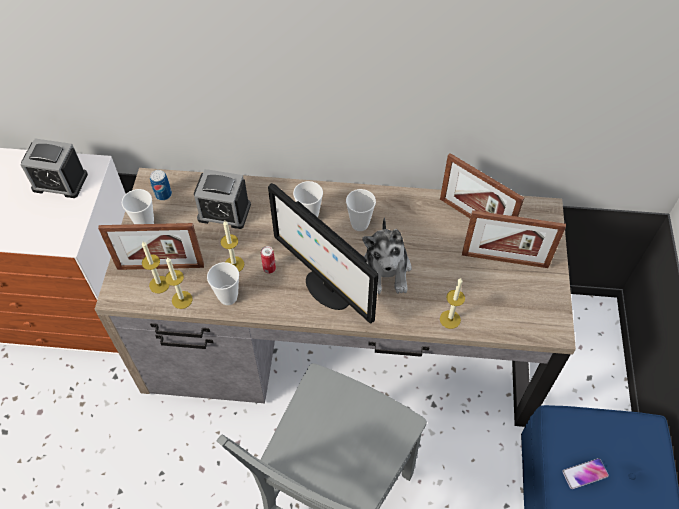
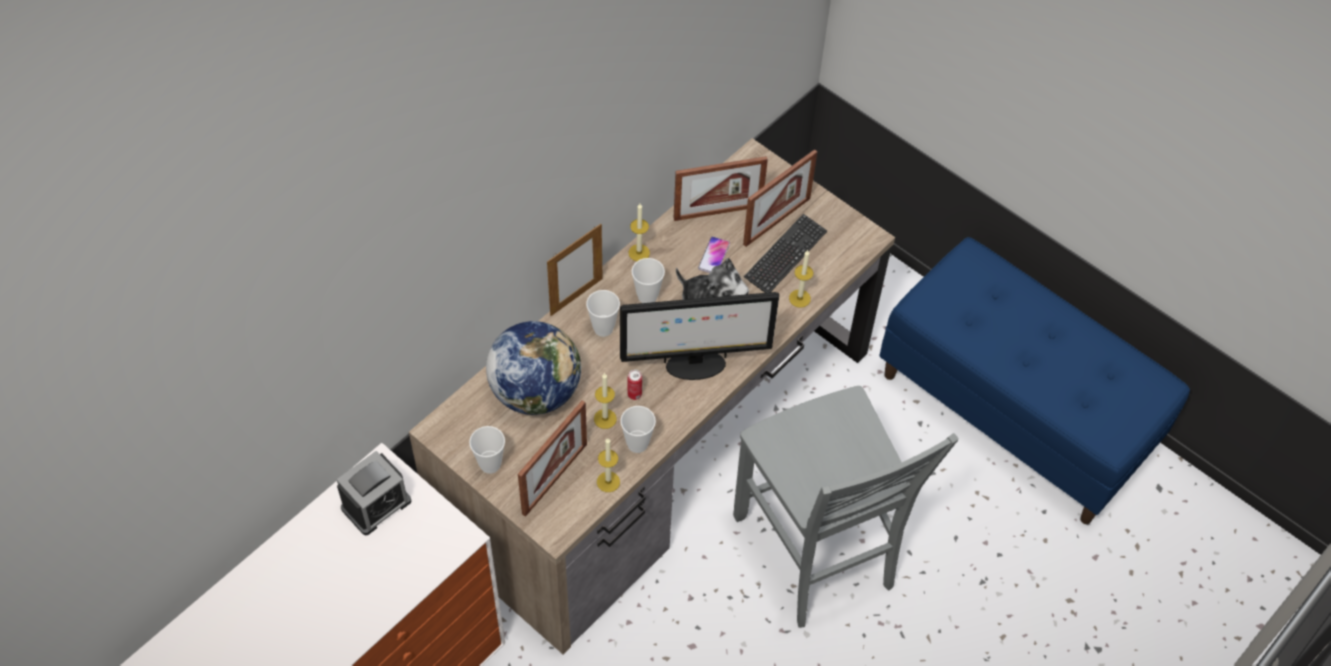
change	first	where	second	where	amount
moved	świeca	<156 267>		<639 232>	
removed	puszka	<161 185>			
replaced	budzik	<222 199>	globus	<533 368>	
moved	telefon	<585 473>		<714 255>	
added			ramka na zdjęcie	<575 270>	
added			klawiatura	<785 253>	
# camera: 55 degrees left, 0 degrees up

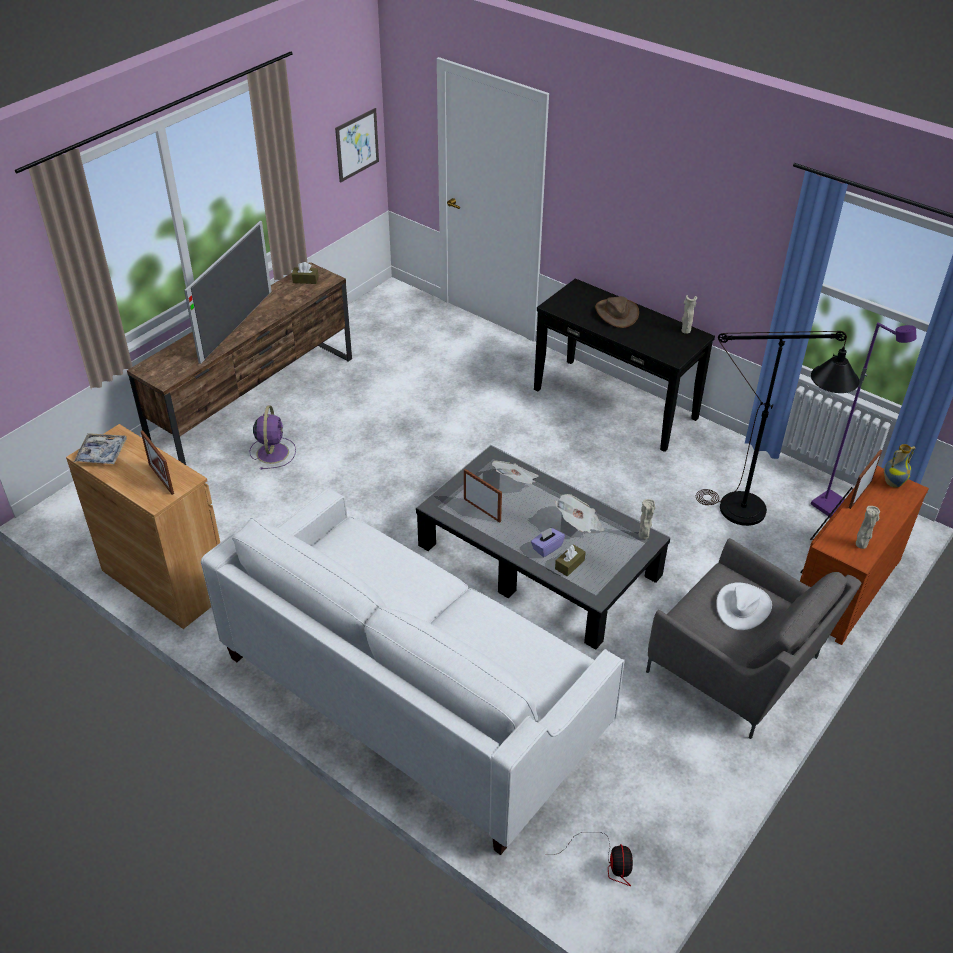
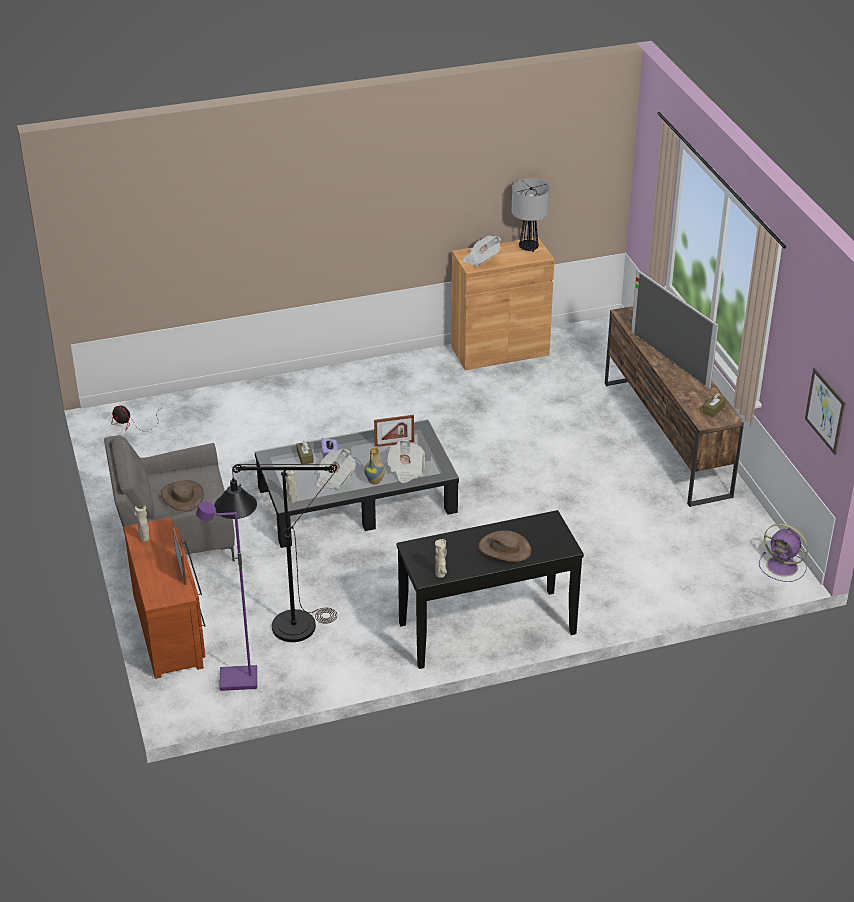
change	first	where	second	where	amount
replaced	taca	<100 448>	lampa stołowa	<531 215>	
replaced	ramka na zdjęcie	<157 462>	gazeta	<482 251>	
removed	kanapa/biały	<413 671>			
moved	wentylator/fioletowy	<272 438>		<783 553>	
recoloured	kapelusz/biały	<744 606>	kapelusz/brązowy	<182 495>	
moved	wazon	<900 465>		<374 465>	
# camera: 125 degrees right, 5 degrees down

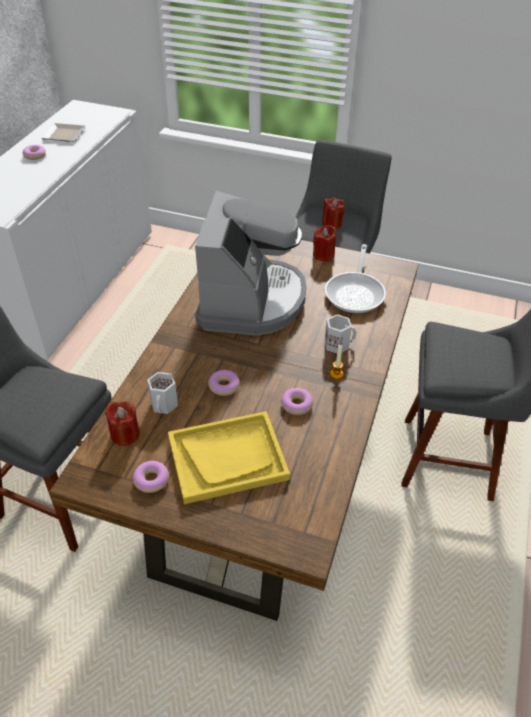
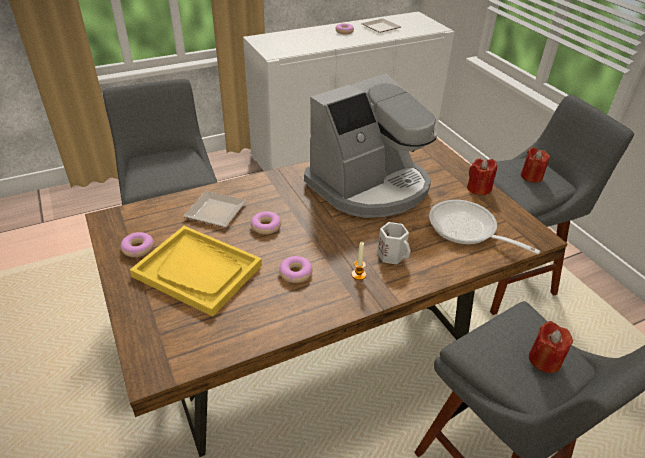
change	first	where	second	where	amount
moved	świeca/czerwony	<122 423>		<551 347>	
replaced	kubek/biały	<162 393>	talerz	<215 209>	
turned	patelnia	<355 278>		<484 227>	75 degrees clockwise
# camera: 45 degrees right, 5 degrees down

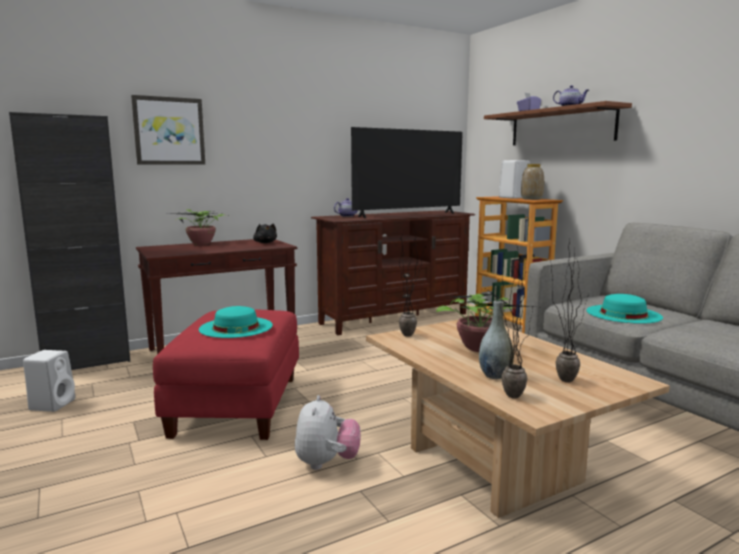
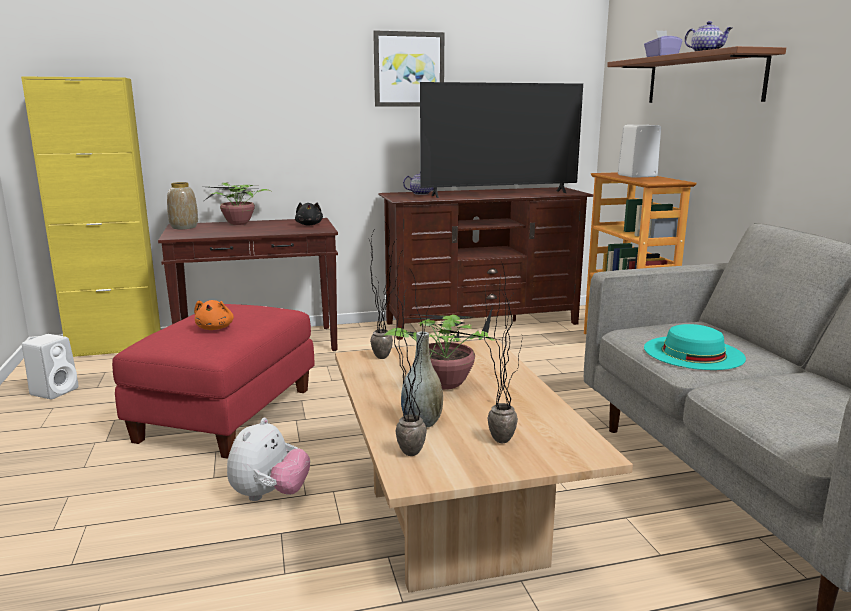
change	first	where	second	where	amount
recoloured	szafka/czarny	<69 241>	szafka/żółty	<91 216>	
moved	obraz	<168 130>		<408 68>	
replaced	kapelusz/turkusowy	<236 322>	pluszak/pomarańczowy	<214 315>	
moved	wazon	<532 182>		<182 205>	
# camera: 15 degrees right, 5 degrees up

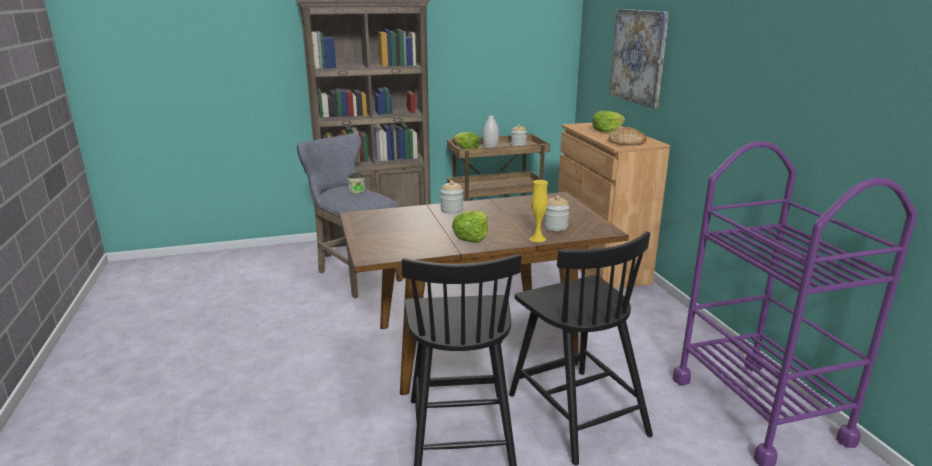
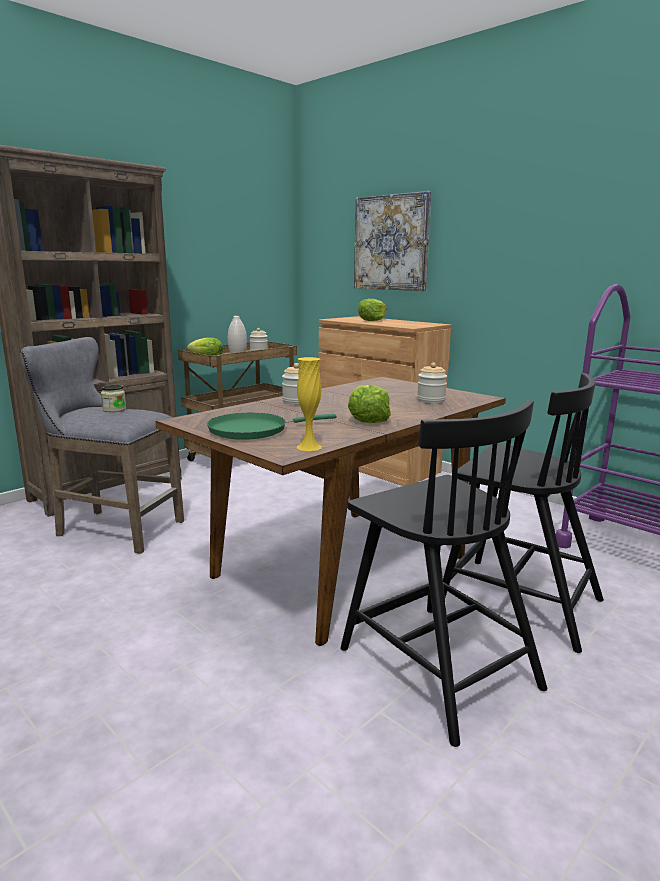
change	first	where	second	where	amount
moved	wazon/żółty	<538 211>		<309 404>	
removed	chleb	<627 136>			
added			patelnia/zielony	<272 426>	
# camera: 30 degrees left, 5 degrees down

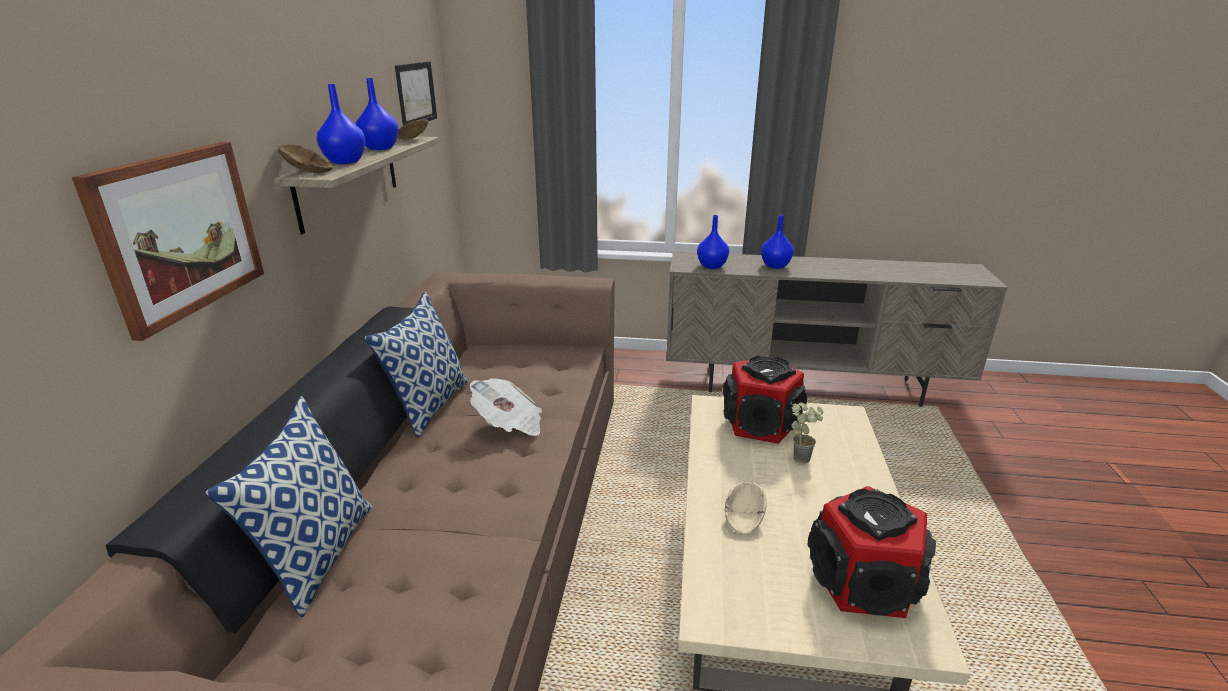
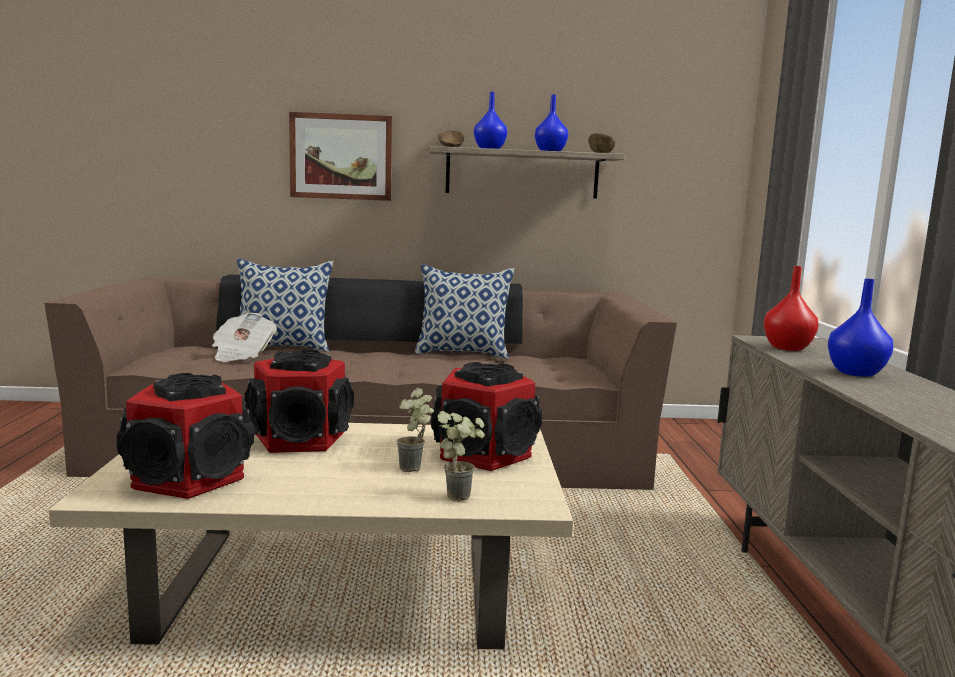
change	first	where	second	where	amount
removed	obraz	<416 93>			
moved	gazeta	<506 407>		<244 337>	
recoloured	wazon/niebieski	<713 242>	wazon/czerwony	<791 308>	
replaced	miska/beżowy	<745 508>	głośnik	<299 401>	
added			roślina doniczkowa	<461 456>	
# camera: 80 degrees right, 15 degrees down

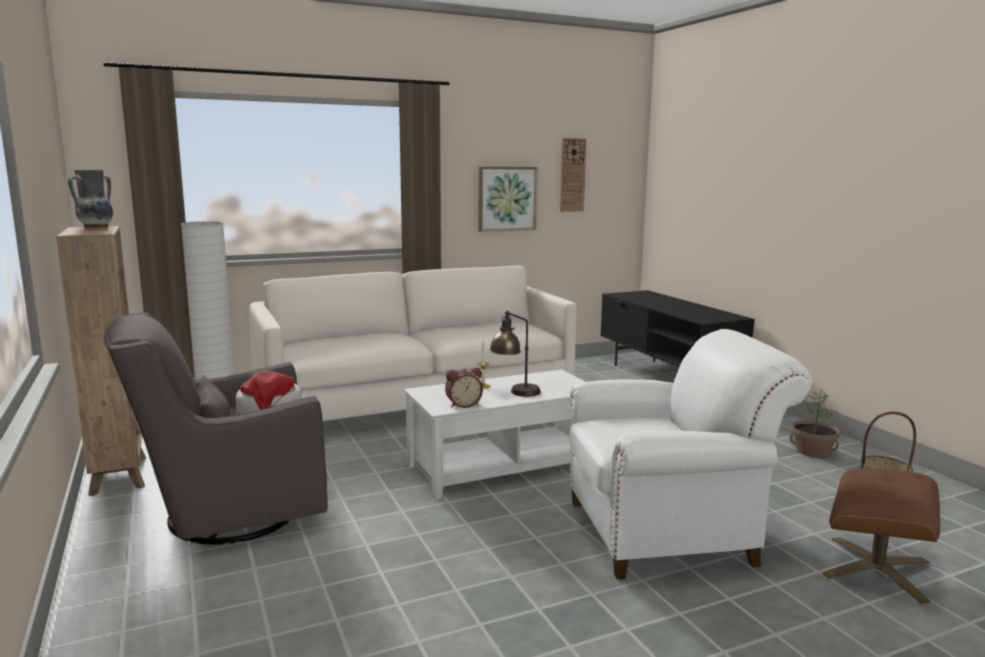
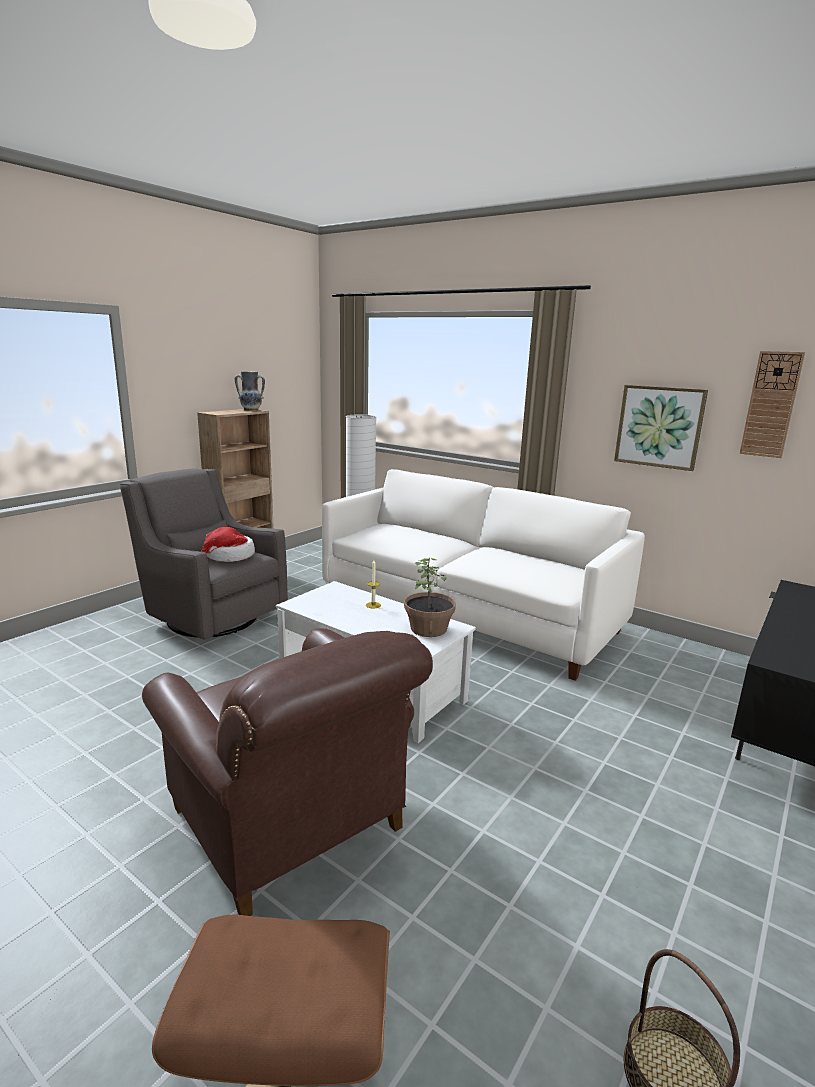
change	first	where	second	where	amount
removed	budzik	<464 387>			
removed	lampa stołowa	<515 354>			
recoloured	fotel/biały	<690 454>	fotel/brązowy	<287 772>	
moved	roślina doniczkowa	<815 424>		<430 597>	
# camera: 60 degrees right, 5 degrees up

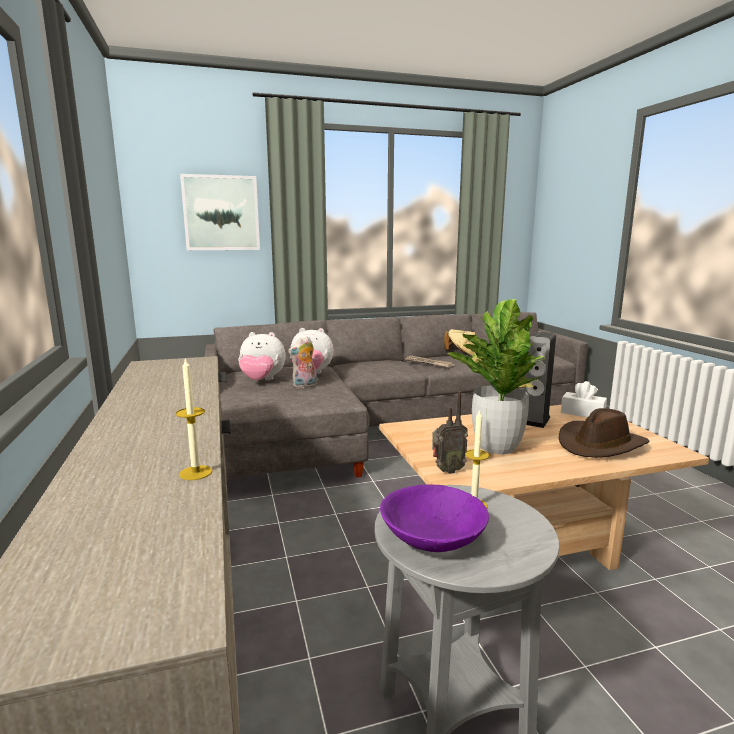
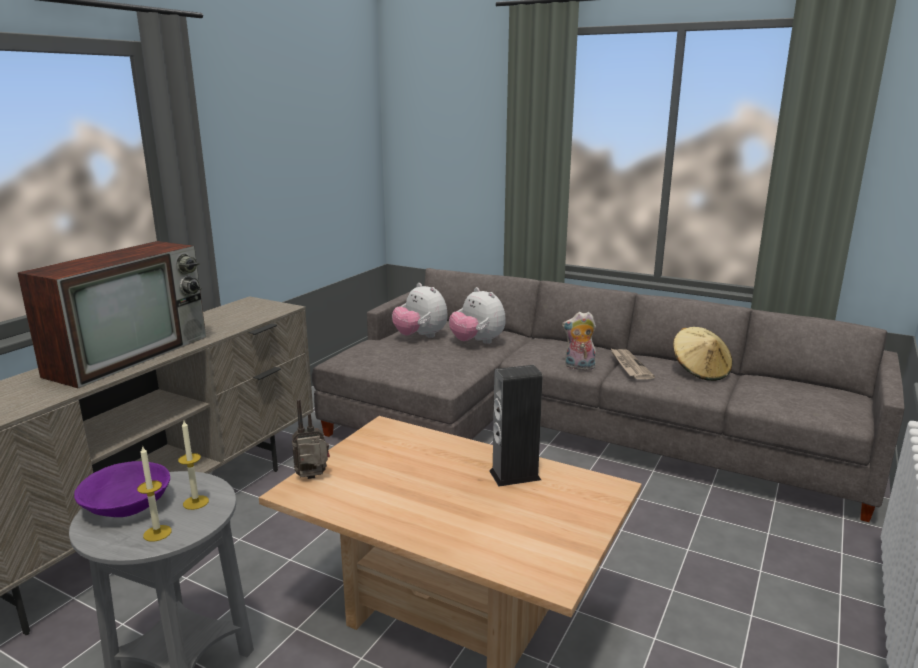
change	first	where	second	where	amount
moved	świeca	<194 418>		<154 493>	
removed	obraz	<220 212>			
moved	pluszak	<302 362>		<579 341>	
turned	radio	<450 432>		<311 439>	135 degrees clockwise
removed	roślina doniczkowa	<496 376>			
removed	kapelusz/brązowy	<604 433>			
removed	pudełko chusteczek/biały	<584 399>			
added			telewizor	<111 315>	
# camera: 45 degrees right, 5 degrees up

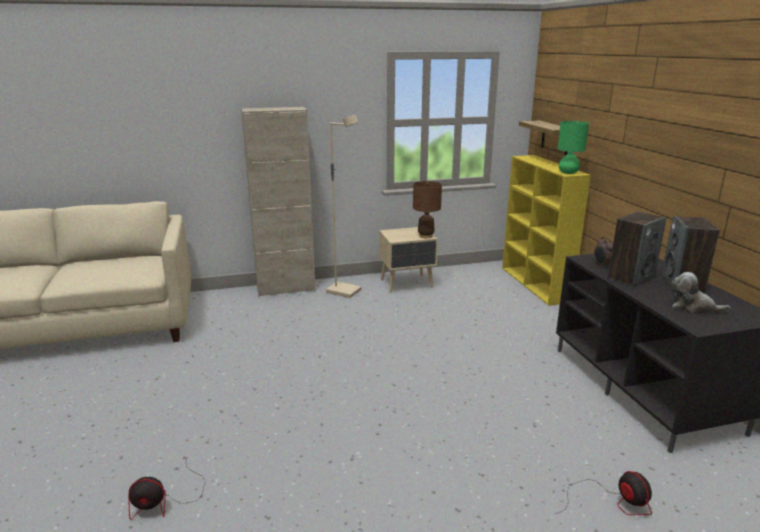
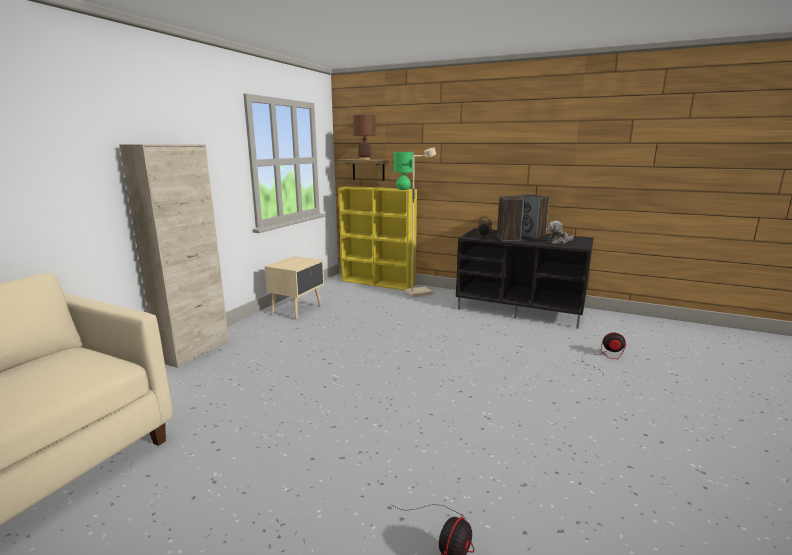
change	first	where	second	where	amount
moved	lampa stojąca/beżowy	<343 206>		<420 222>	
moved	lampa stołowa/brązowy	<427 209>		<364 136>	
# camera: 50 degrees left, 5 degrees down

